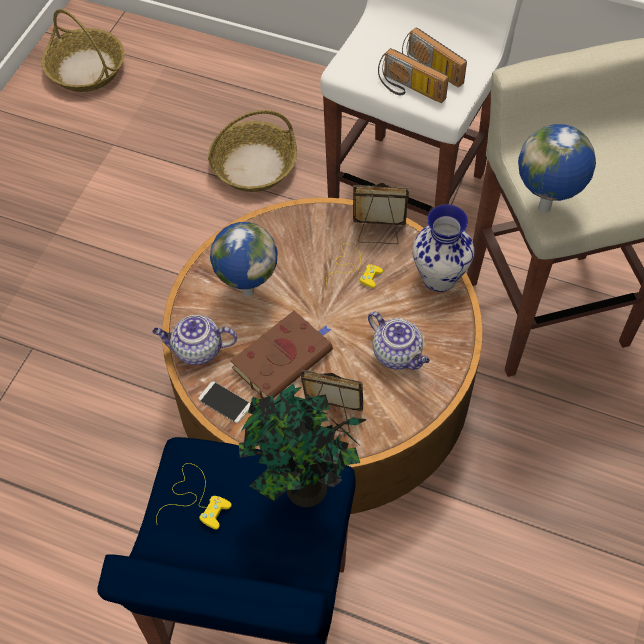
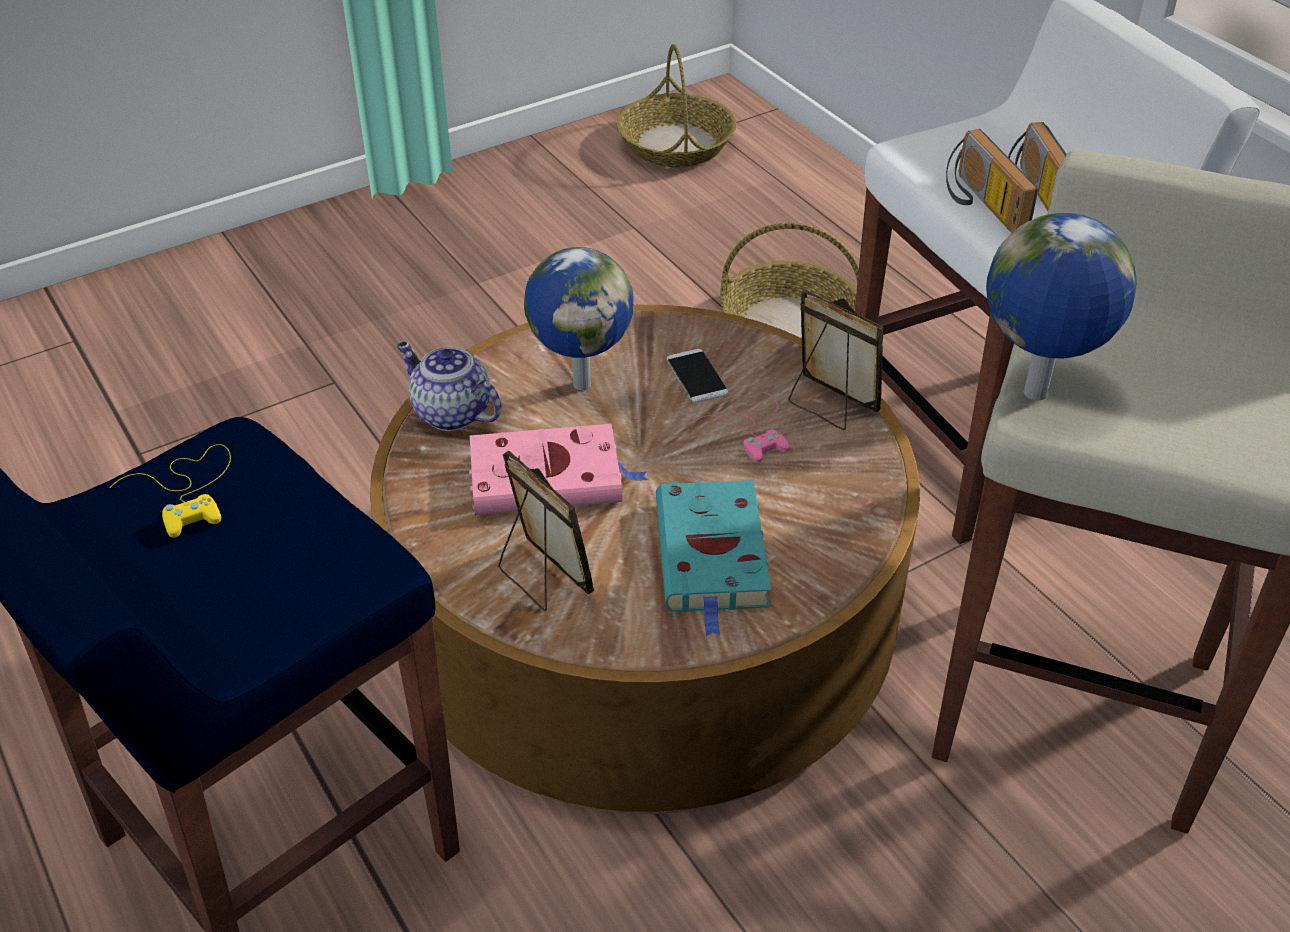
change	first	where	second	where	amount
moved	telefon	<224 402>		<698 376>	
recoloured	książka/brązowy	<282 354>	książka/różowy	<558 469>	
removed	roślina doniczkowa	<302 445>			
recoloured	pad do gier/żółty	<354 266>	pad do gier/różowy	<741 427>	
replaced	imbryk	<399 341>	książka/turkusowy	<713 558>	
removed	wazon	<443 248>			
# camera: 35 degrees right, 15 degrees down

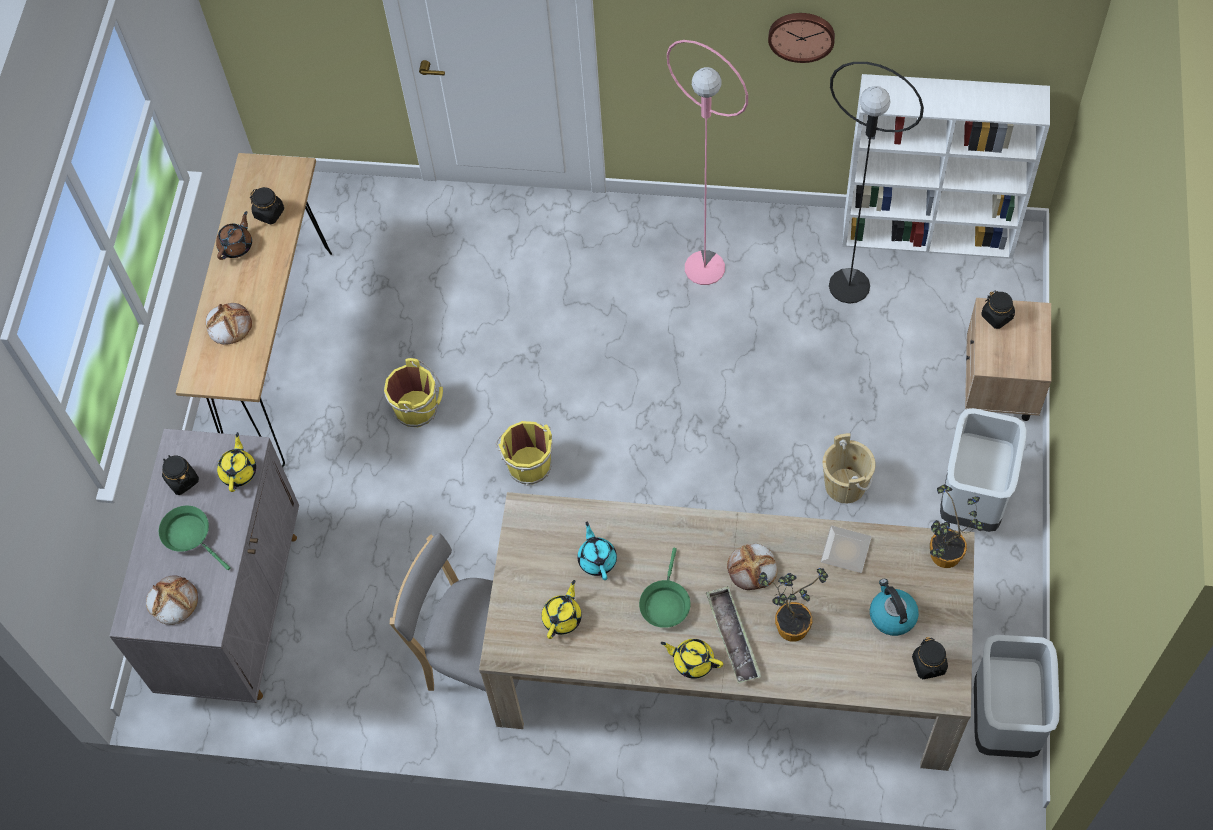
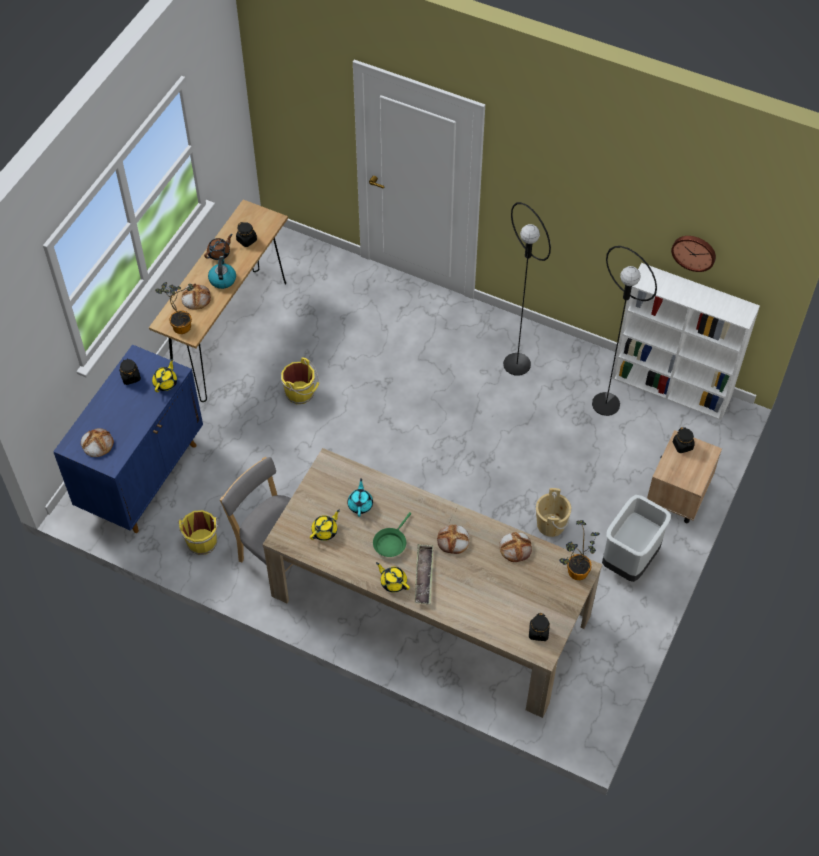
change	first	where	second	where	amount
recoloured	szafka/szary	<204 566>	szafka/niebieski	<128 439>	
removed	patelnia/zielony	<195 538>			
moved	wiadro/żółty	<524 453>		<198 532>	
recoloured	lampa stojąca/różowy	<707 162>	lampa stojąca/czarny	<527 289>	
moved	roślina doniczkowa	<793 605>		<174 308>	
moved	zegar ścienny	<801 38>		<693 254>	
replaced	talerz	<846 549>	chleb	<515 547>	
moved	czajnik	<894 607>		<222 272>	
removed	kosz na śmieci/szary	<1017 696>			
# camera: 15 degrees right, 5 degrees down

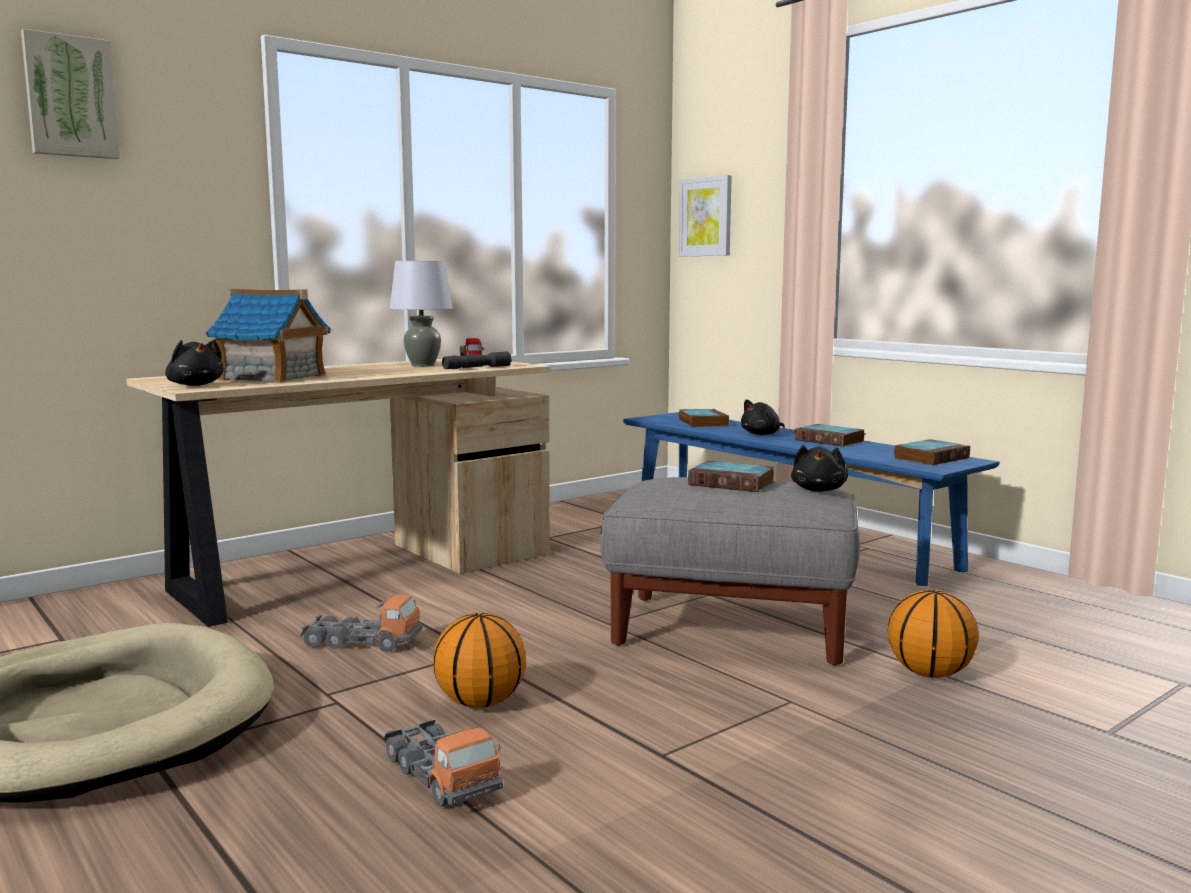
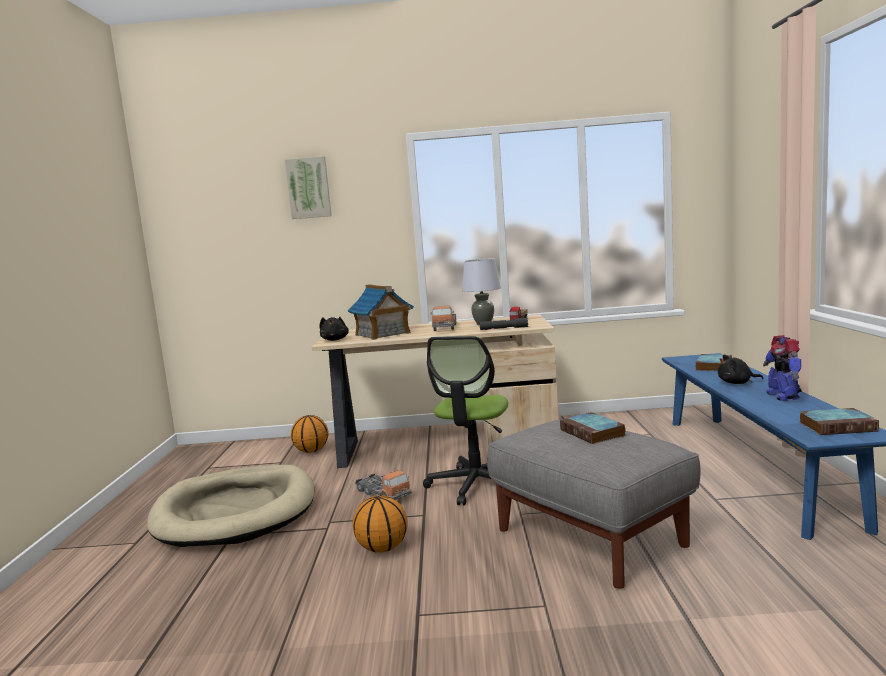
change	first	where	second	where	amount
moved	ciężarówka zabawkowa	<443 763>		<443 318>	
removed	obraz	<705 215>			
removed	pluszak/czarny	<819 468>			
replaced	książka	<829 435>	robot zabawkowy	<782 368>	
moved	piłka do koszykówki	<933 633>		<309 434>	
added			krzesło biurowe	<465 421>	
# camera: 40 degrees right, 0 degrees up

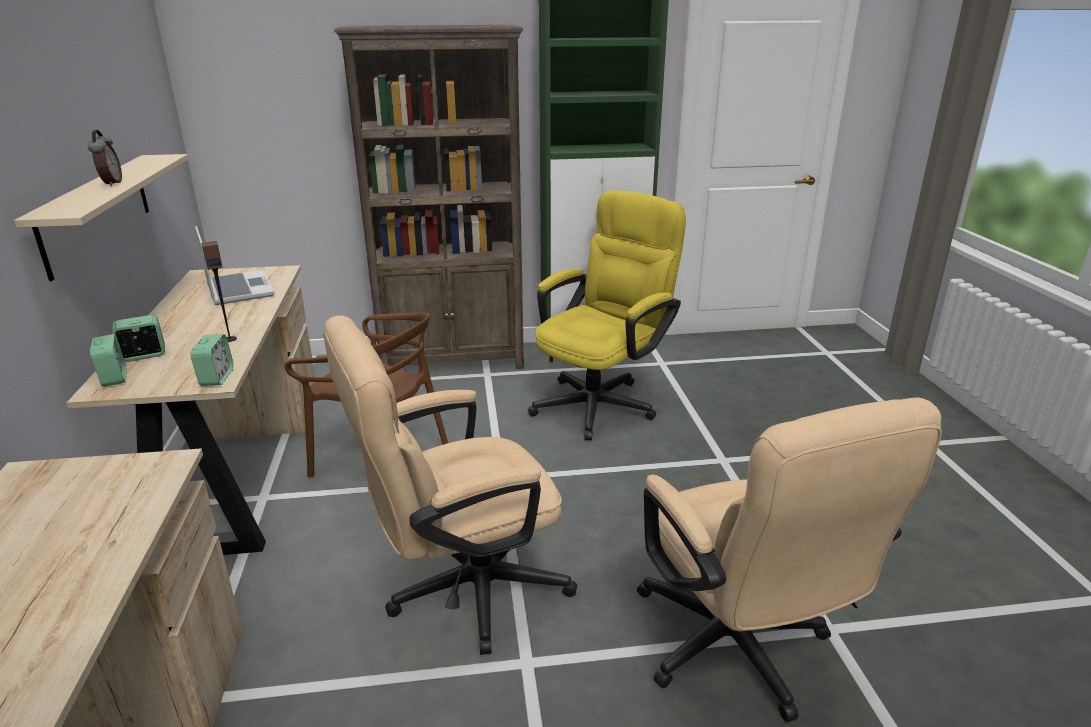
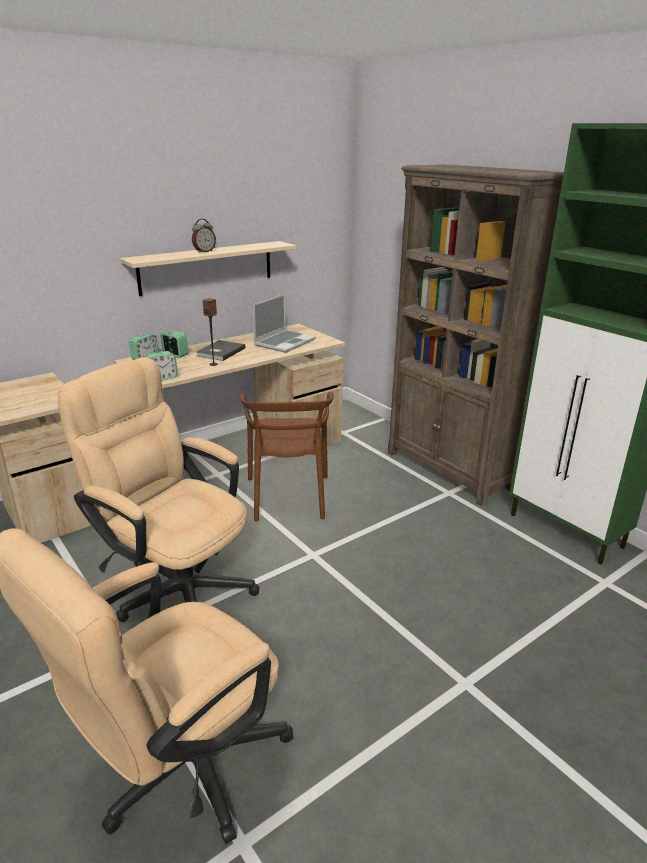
change	first	where	second	where	amount
removed	krzesło biurowe/żółty	<607 315>			
added			książka/szary	<221 350>	
# camera: 60 degrees right, 0 degrees up

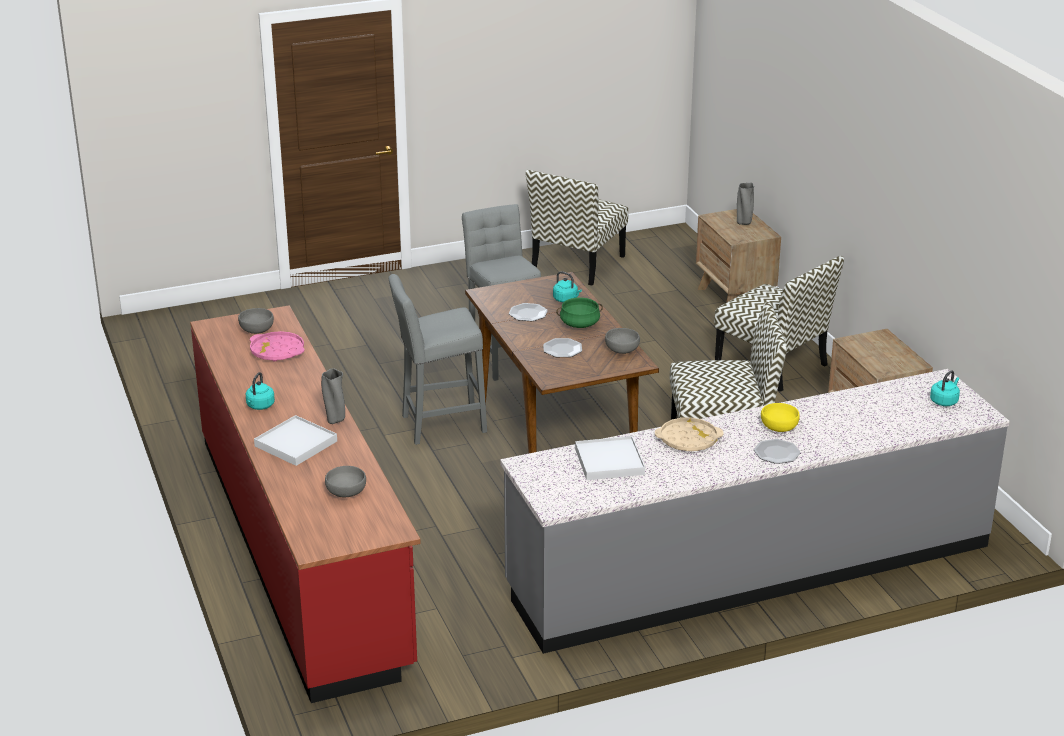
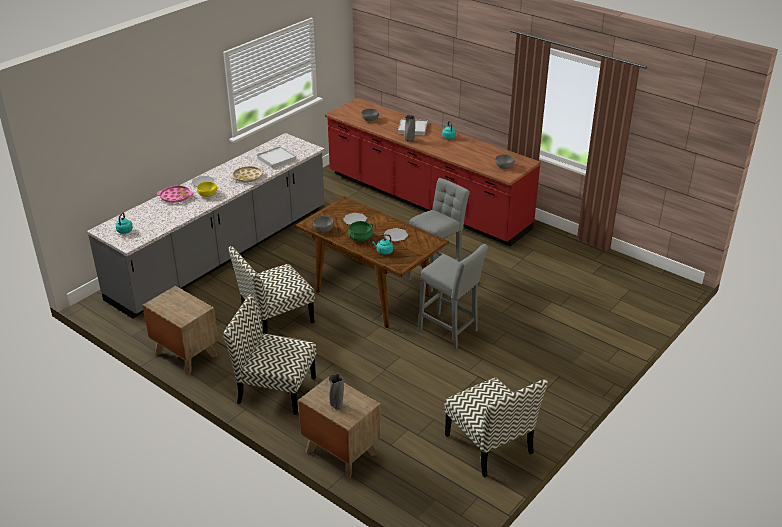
change	first	where	second	where	amount
moved	taca/różowy	<277 346>		<175 194>	
turned	krzesło	<576 228>		<496 427>	150 degrees clockwise
# camera: 150 degrees right, 5 degrees up

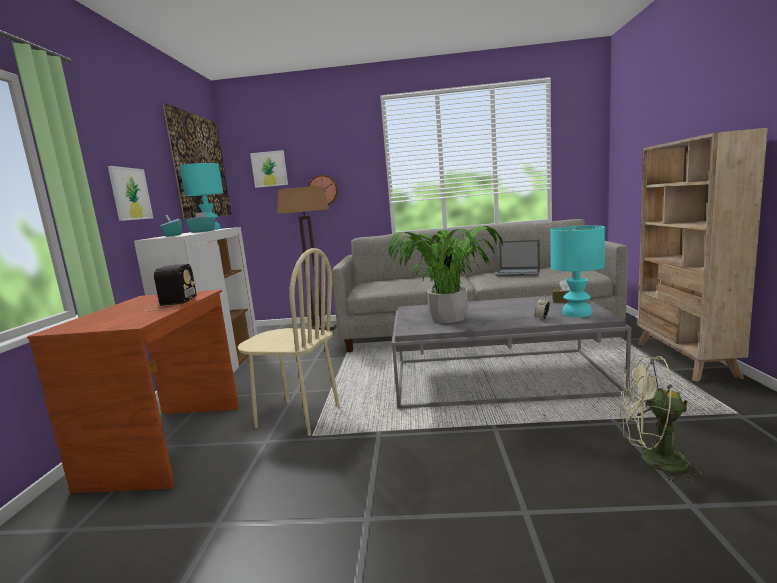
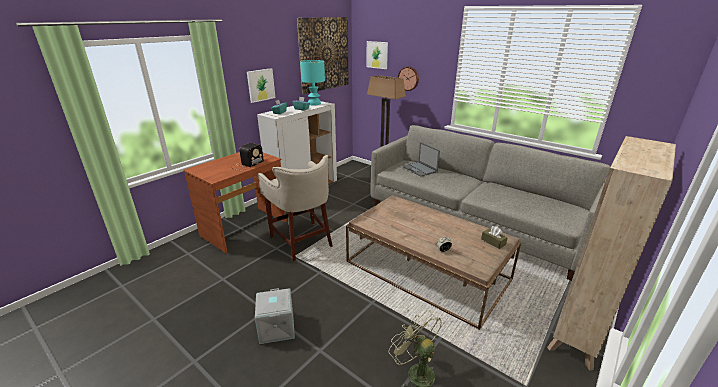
change	first	where	second	where	amount
replaced	krzesło/beżowy	<288 342>	stołek/beżowy	<295 208>	
removed	roślina doniczkowa	<445 274>			
recoloured	ława/szary	<511 352>	ława/brązowy	<434 262>	
moved	laptop	<517 258>		<421 159>	
removed	lampa stołowa/turkusowy	<578 271>			
added			pojemnik do przechowywania/szary	<275 316>	
# camera: 35 degrees right, 15 degrees up

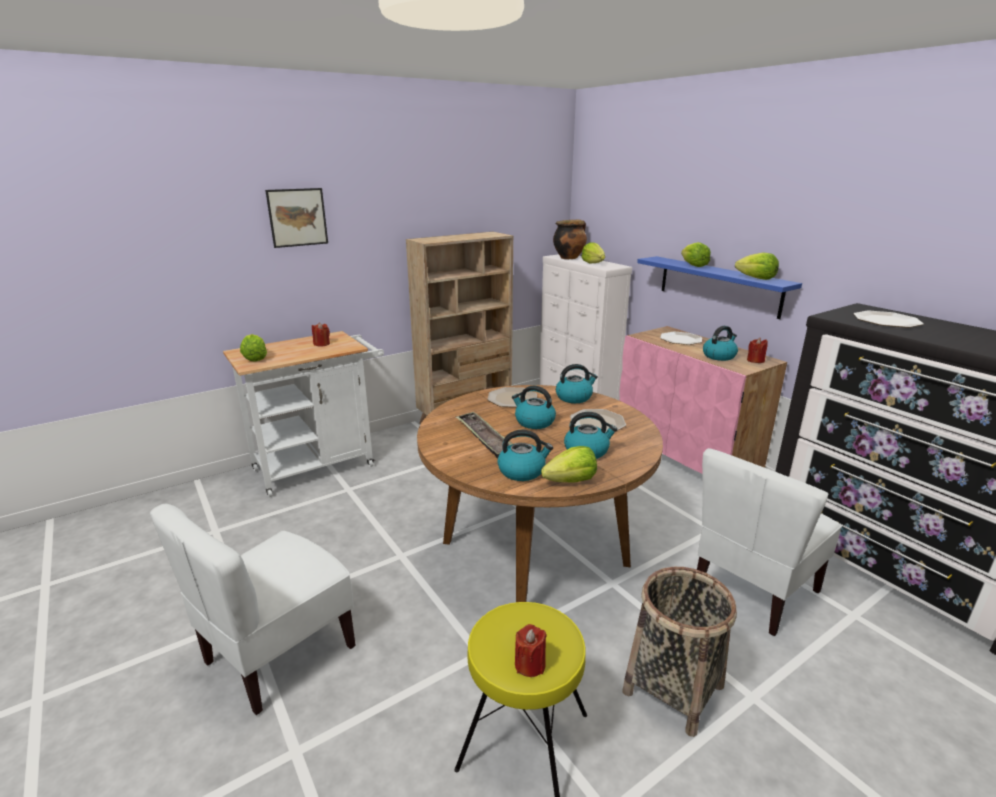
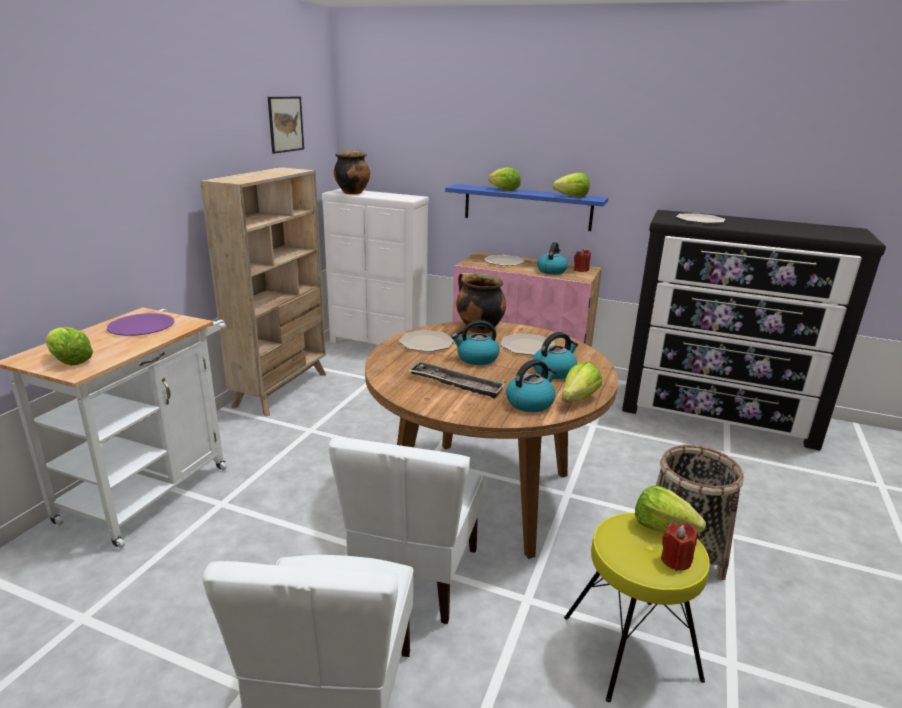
change	first	where	second	where	amount
moved	obraz	<296 218>		<286 125>	
replaced	świeca/czerwony	<321 335>	talerz/fioletowy	<140 324>	
replaced	czajnik	<577 383>	garnek	<481 303>	
moved	sałata	<593 252>		<670 509>	
moved	krzesło/biały	<769 542>		<405 530>	
# camera: 35 degrees left, 0 degrees up

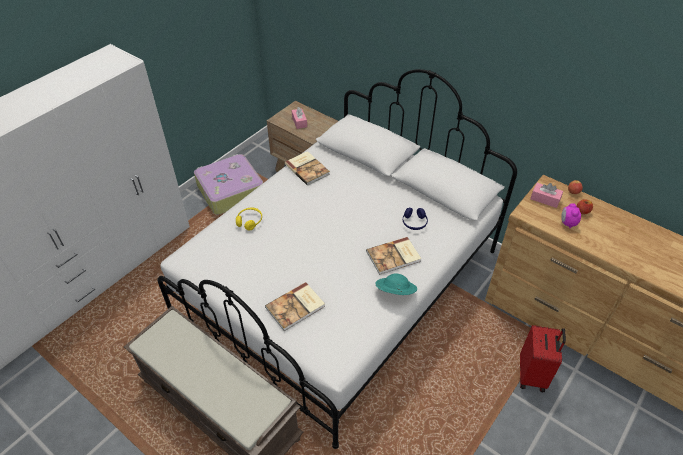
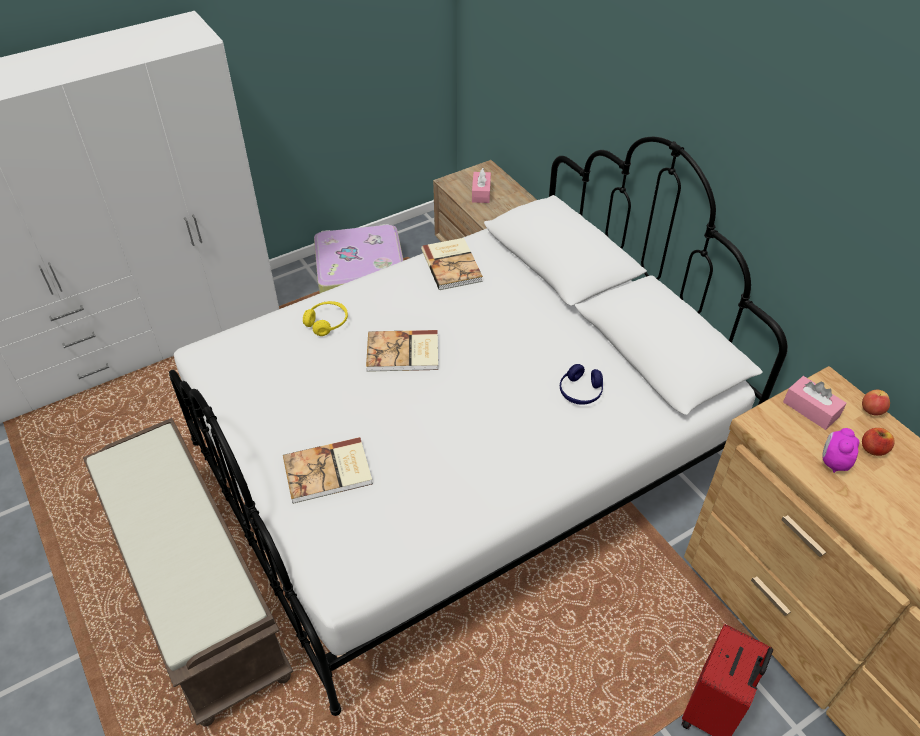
change	first	where	second	where	amount
moved	książka	<393 256>		<402 351>	
removed	kapelusz/turkusowy	<396 284>			
# camera: 20 degrees right, 0 degrees up

